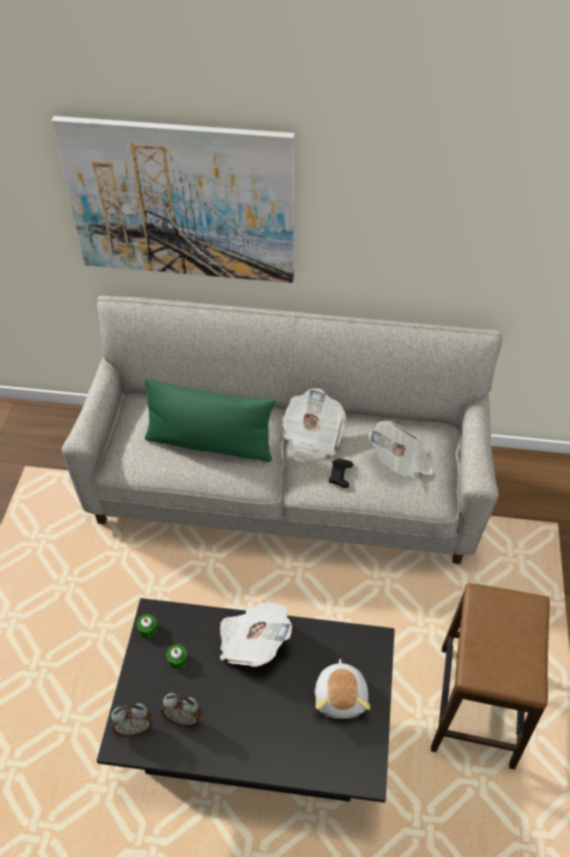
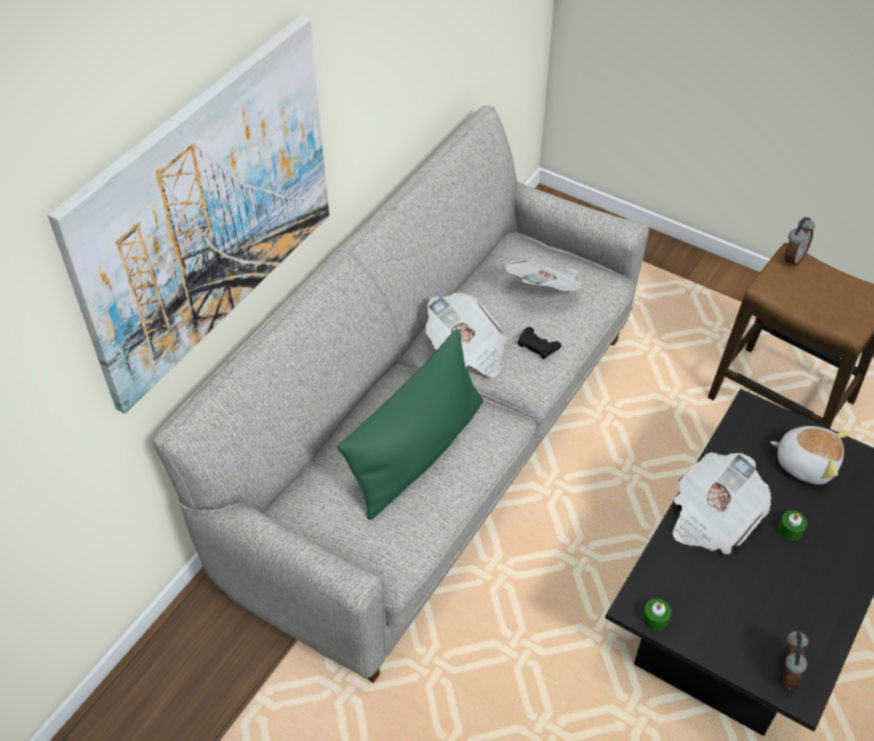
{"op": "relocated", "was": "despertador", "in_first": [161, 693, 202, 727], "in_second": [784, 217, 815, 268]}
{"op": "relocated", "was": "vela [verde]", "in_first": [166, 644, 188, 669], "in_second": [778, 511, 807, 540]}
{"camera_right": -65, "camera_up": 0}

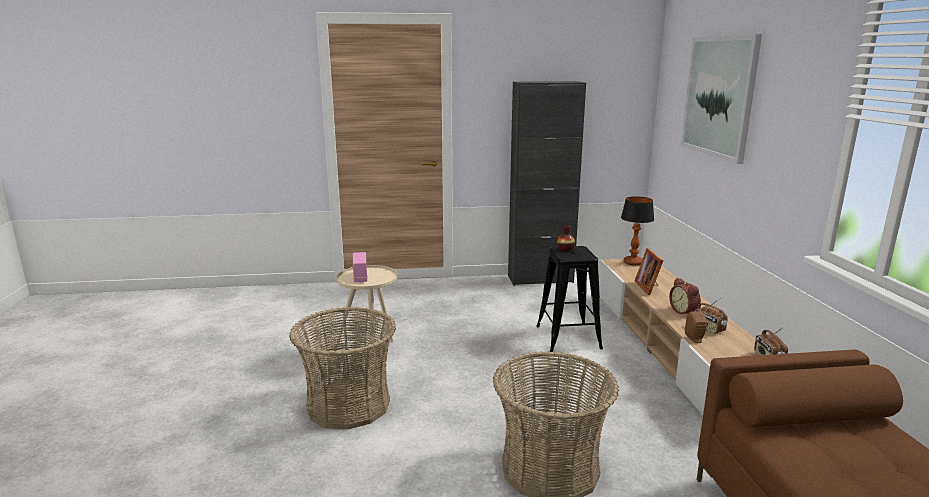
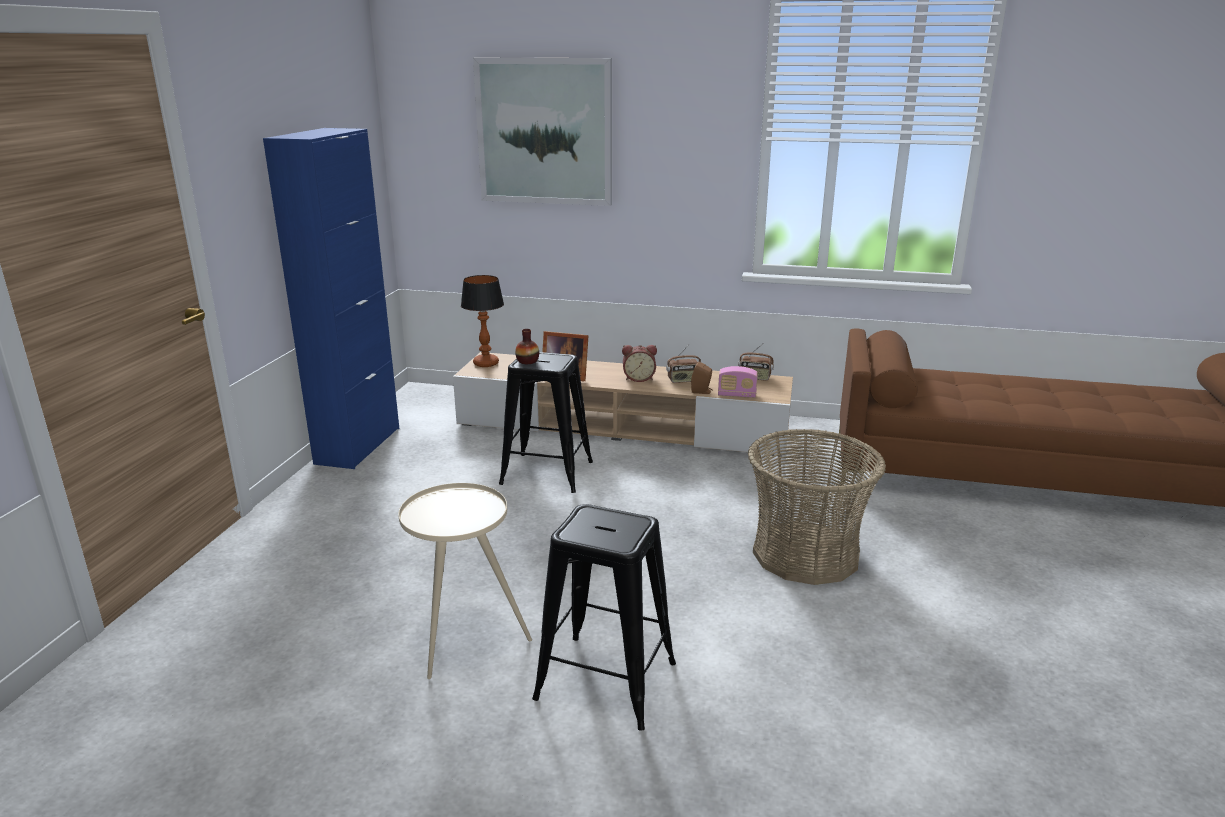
{"op": "relocated", "was": "radio", "in_first": [353, 252, 367, 283], "in_second": [718, 366, 758, 398]}
{"op": "exchanged", "was": "cesta", "now": "taburete [negro]", "in_first": [289, 307, 396, 429], "in_second": [532, 504, 676, 731]}
{"op": "colour", "was": "armario [negro]", "now": "armario [azul]", "in_first": [508, 81, 586, 286], "in_second": [263, 128, 399, 469]}
{"camera_right": -70, "camera_up": 5}

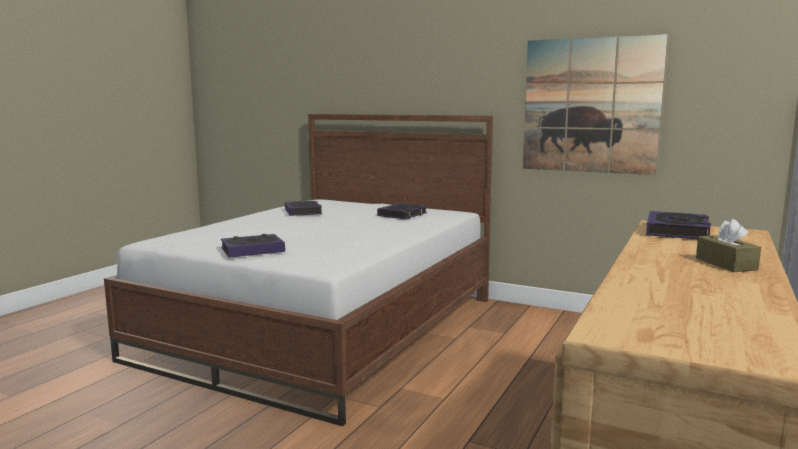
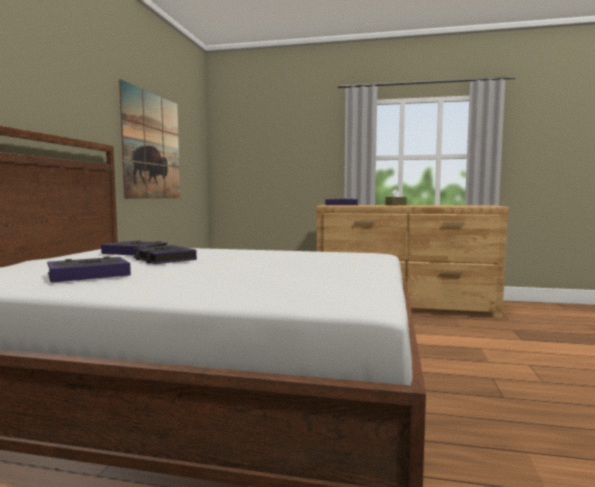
{"op": "relocated", "was": "libro", "in_first": [221, 234, 285, 258], "in_second": [133, 245, 197, 264]}
{"camera_right": -105, "camera_up": -5}

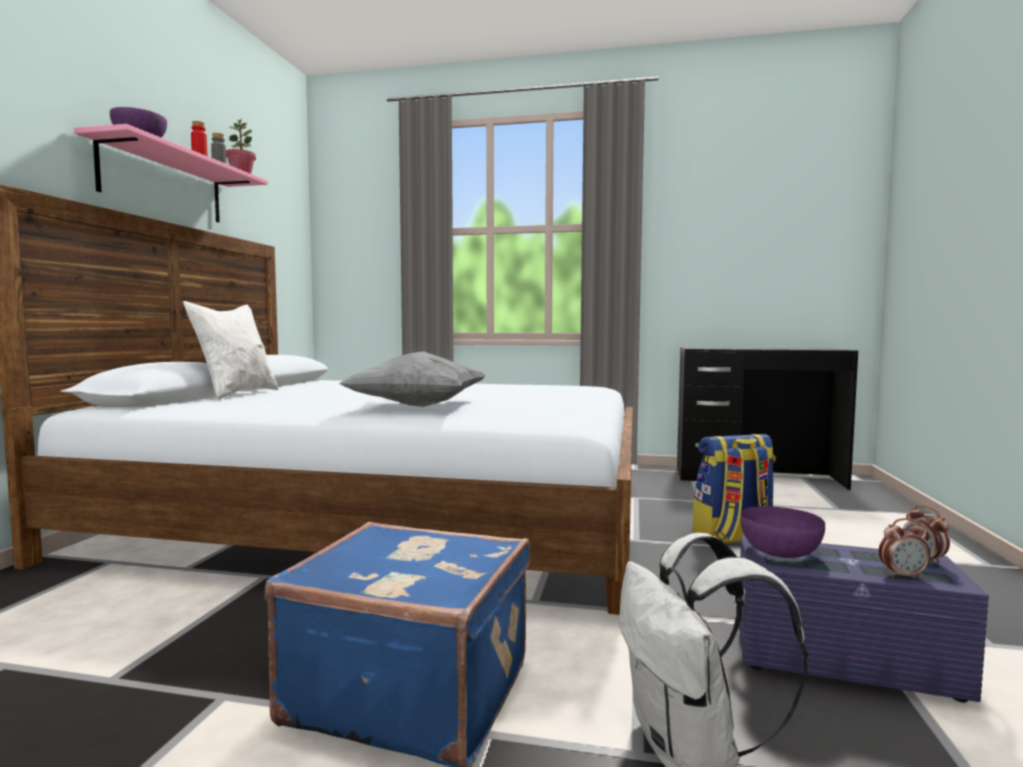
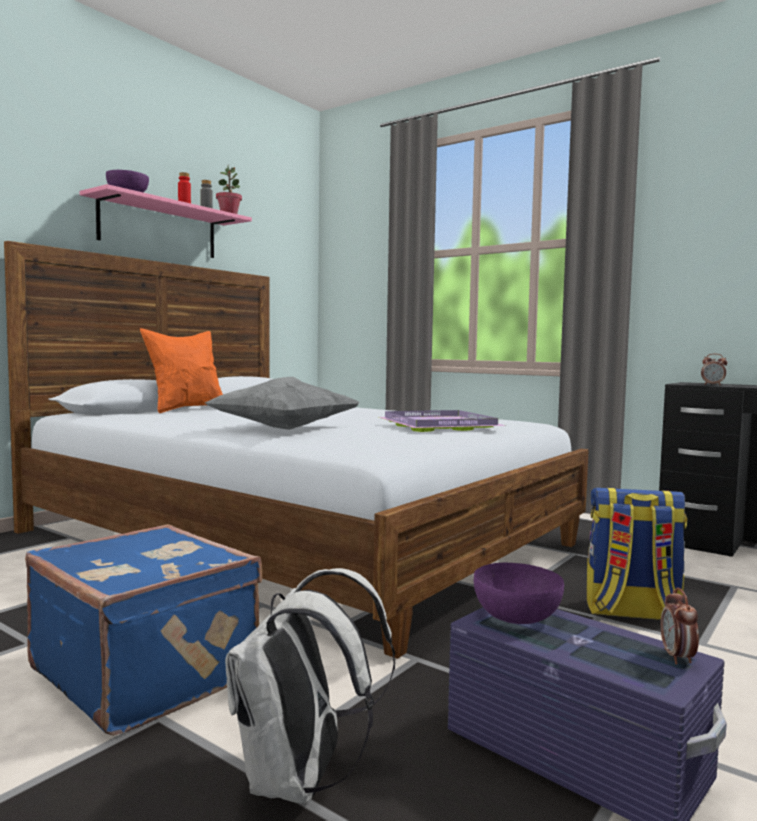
{"op": "appeared", "now": "bandeja [morado]", "in_second": [379, 410, 506, 432]}
{"op": "relocated", "was": "despertador", "in_first": [879, 518, 930, 578], "in_second": [701, 354, 727, 386]}
{"op": "colour", "was": "cojín [blanco]", "now": "cojín [naranja]", "in_first": [183, 301, 278, 400], "in_second": [140, 328, 223, 413]}
{"camera_right": 25, "camera_up": 0}

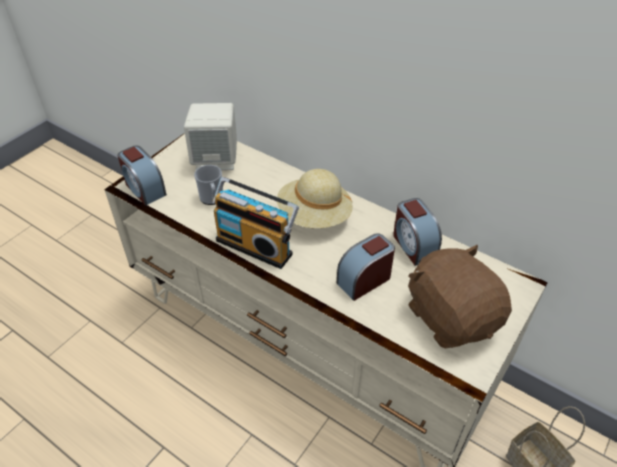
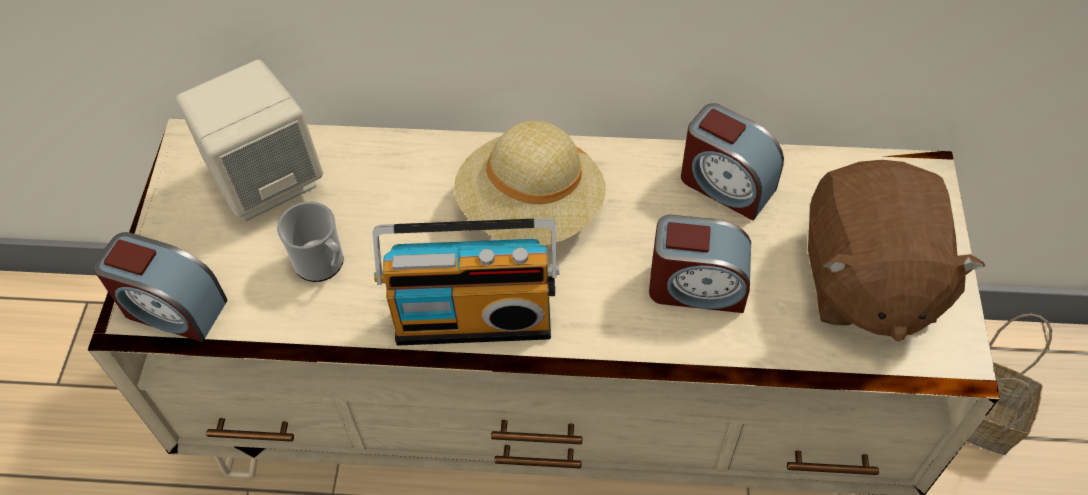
{"op": "spun", "was": "despertador", "in_first": [337, 233, 395, 301], "in_second": [649, 215, 751, 313], "clockwise": -105}
{"op": "spun", "was": "peluche [marrón]", "in_first": [408, 245, 512, 348], "in_second": [808, 160, 985, 341], "clockwise": -120}
{"camera_right": -30, "camera_up": 10}

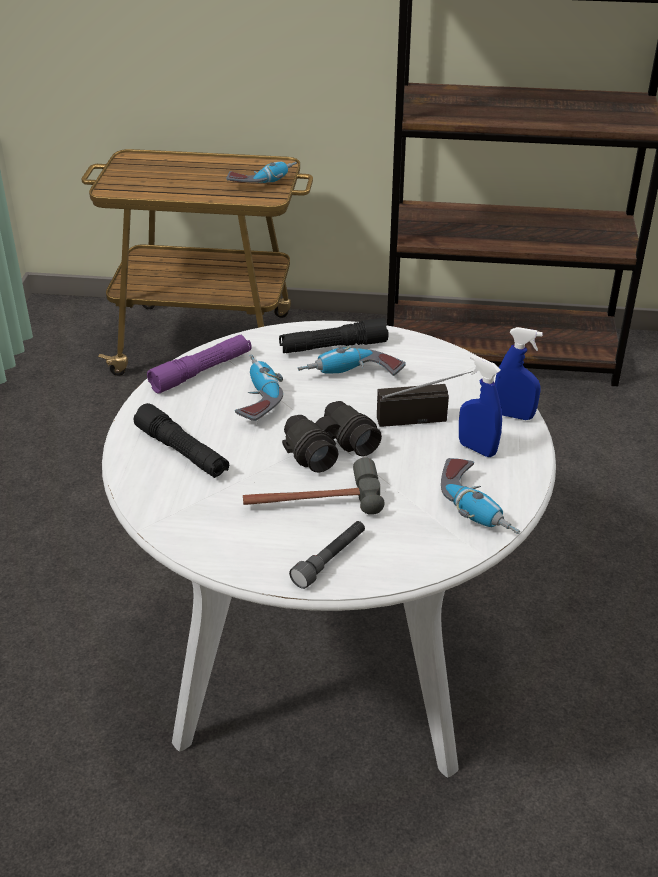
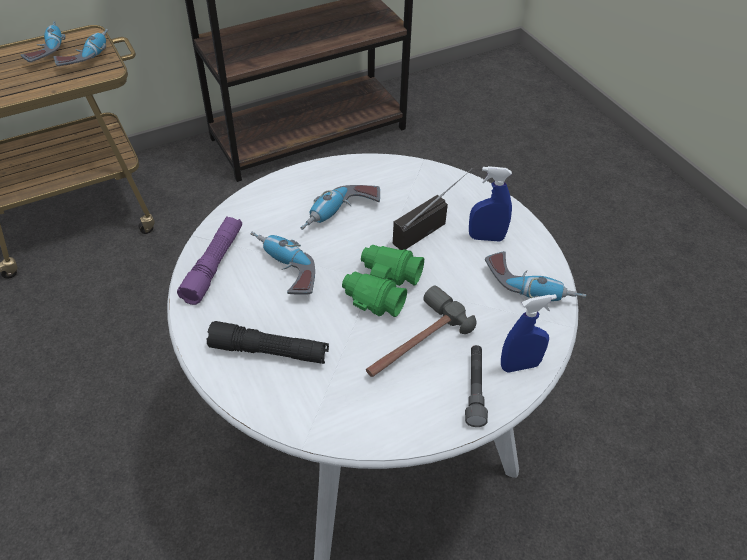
{"op": "missing", "was": "linterna [negro]", "in_first": [279, 318, 388, 353]}
{"op": "appeared", "now": "taladro", "in_second": [21, 21, 66, 62]}
{"op": "relocated", "was": "pulverizador [azul]", "in_first": [495, 327, 543, 420], "in_second": [501, 294, 557, 372]}
{"op": "colour", "was": "prismáticos [negro]", "now": "prismáticos [verde]", "in_first": [282, 401, 382, 472], "in_second": [342, 245, 424, 317]}
{"camera_right": -35, "camera_up": 10}

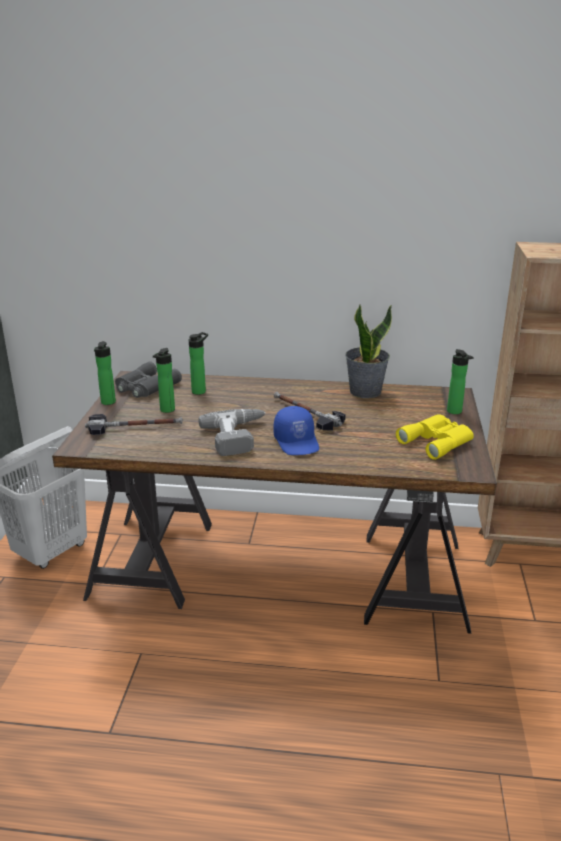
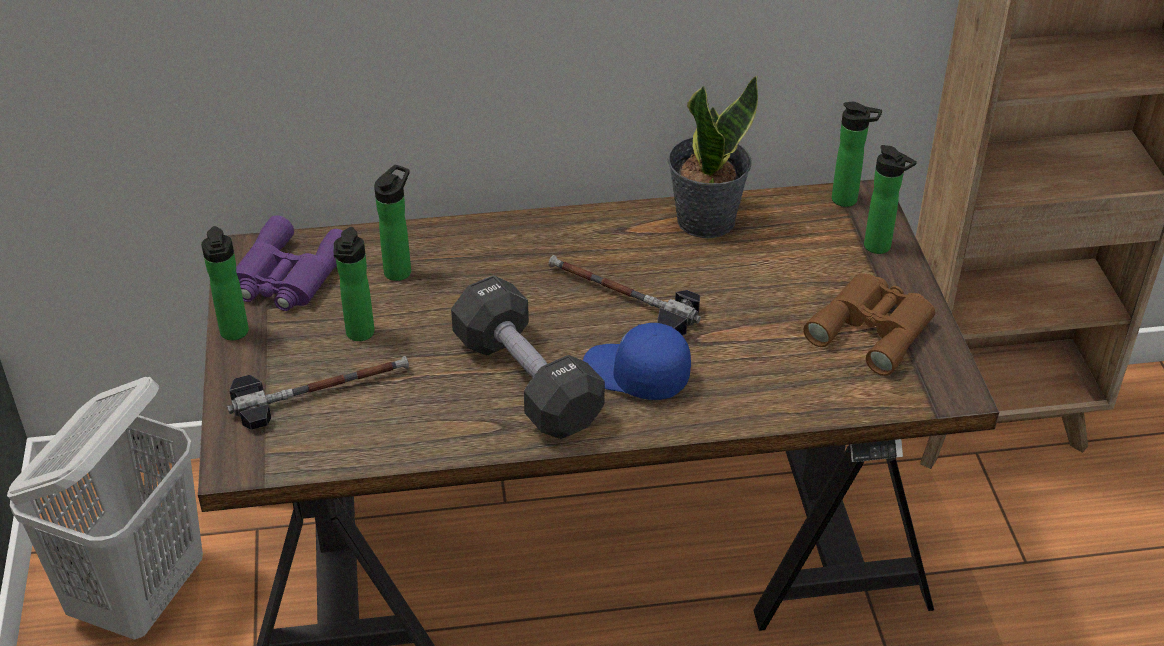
{"op": "appeared", "now": "botella", "in_second": [832, 102, 882, 207]}
{"op": "exchanged", "was": "taladro", "now": "mancuerna [negro]", "in_first": [198, 409, 266, 456], "in_second": [451, 275, 605, 439]}
{"op": "colour", "was": "prismáticos [gris]", "now": "prismáticos [morado]", "in_first": [115, 361, 182, 398], "in_second": [236, 215, 343, 311]}
{"op": "colour", "was": "prismáticos [amarillo]", "now": "prismáticos [marrón]", "in_first": [396, 414, 474, 460], "in_second": [803, 274, 935, 376]}
{"op": "spun", "was": "gorra [azul]", "in_first": [273, 406, 319, 455], "in_second": [583, 323, 691, 400], "clockwise": 150}
{"camera_right": -15, "camera_up": 15}

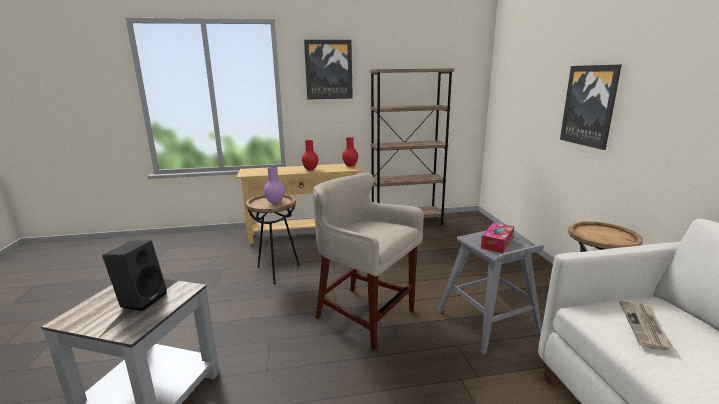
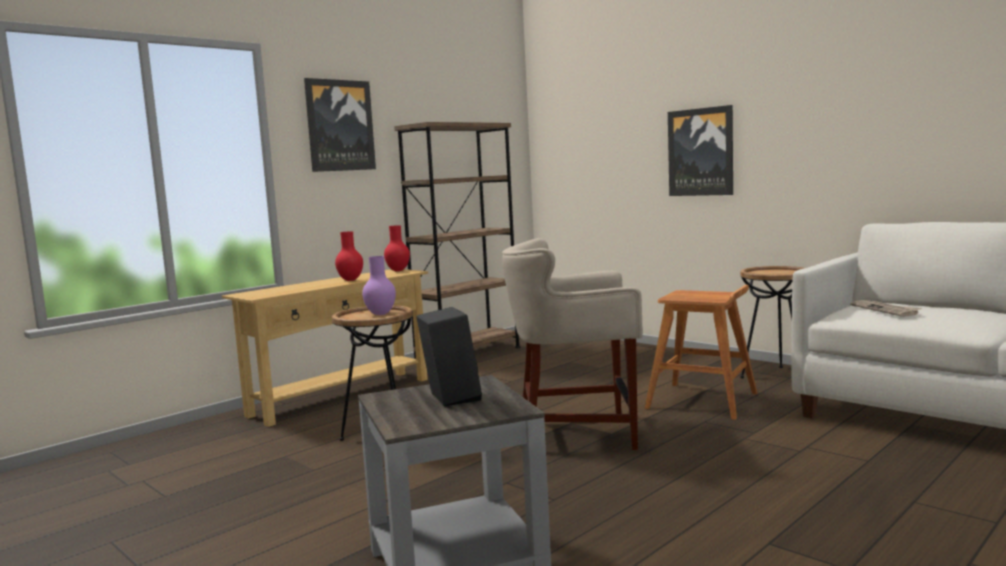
{"op": "missing", "was": "caja de pañuelos", "in_first": [481, 222, 514, 253]}
{"op": "colour", "was": "taburete [gris]", "now": "taburete [marrón]", "in_first": [437, 231, 544, 355], "in_second": [645, 285, 757, 420]}
{"camera_right": -35, "camera_up": -10}

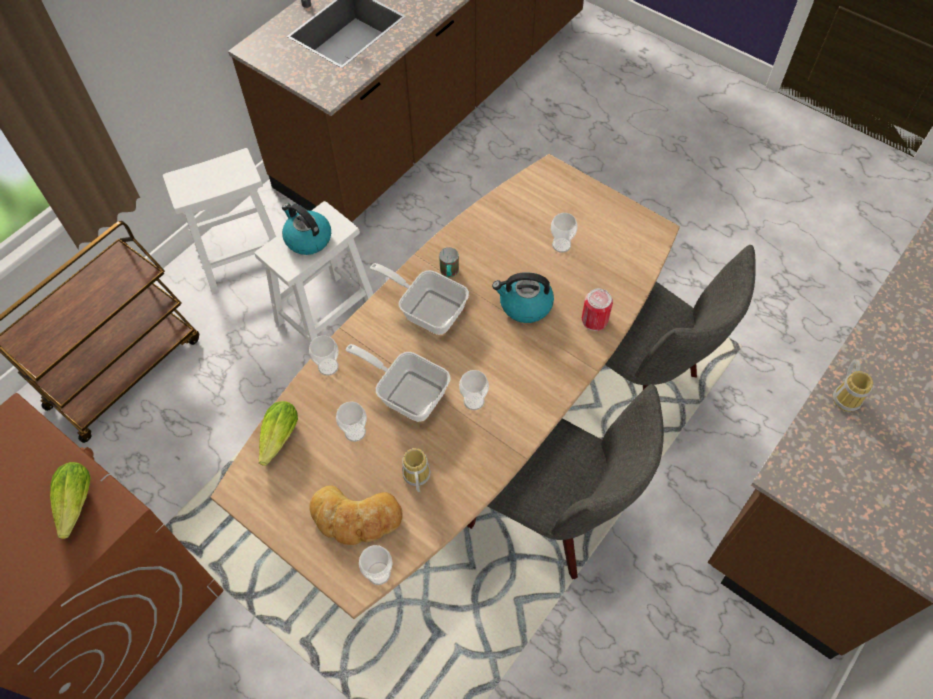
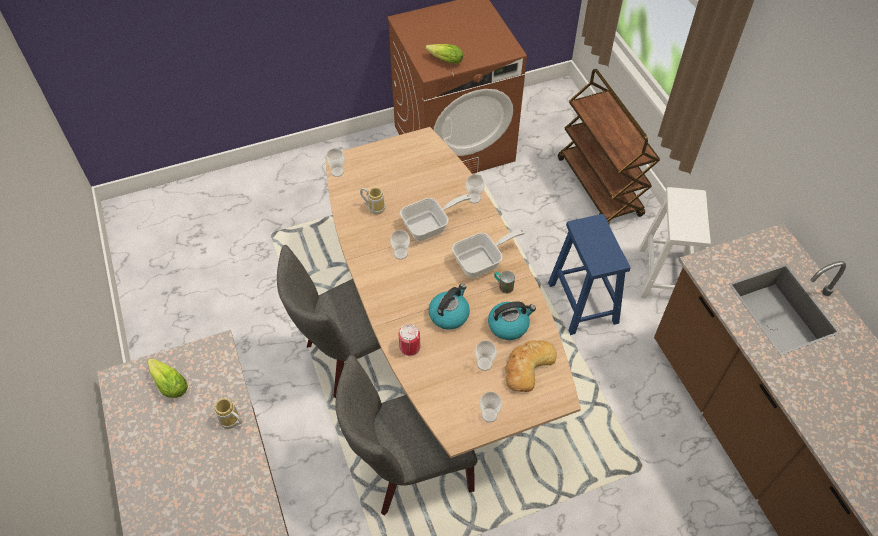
{"op": "relocated", "was": "lechuga", "in_first": [259, 401, 298, 466], "in_second": [147, 358, 188, 398]}
{"op": "relocated", "was": "hervidor", "in_first": [282, 203, 331, 255], "in_second": [488, 301, 536, 340]}
{"op": "relocated", "was": "pan", "in_first": [309, 486, 403, 545], "in_second": [505, 340, 557, 392]}
{"op": "relocated", "was": "taza", "in_first": [336, 401, 367, 442], "in_second": [479, 392, 502, 423]}
{"op": "colour", "was": "taburete [blanco]", "now": "taburete [azul]", "in_first": [254, 201, 373, 345], "in_second": [548, 214, 630, 335]}
{"camera_right": 120, "camera_up": -5}

